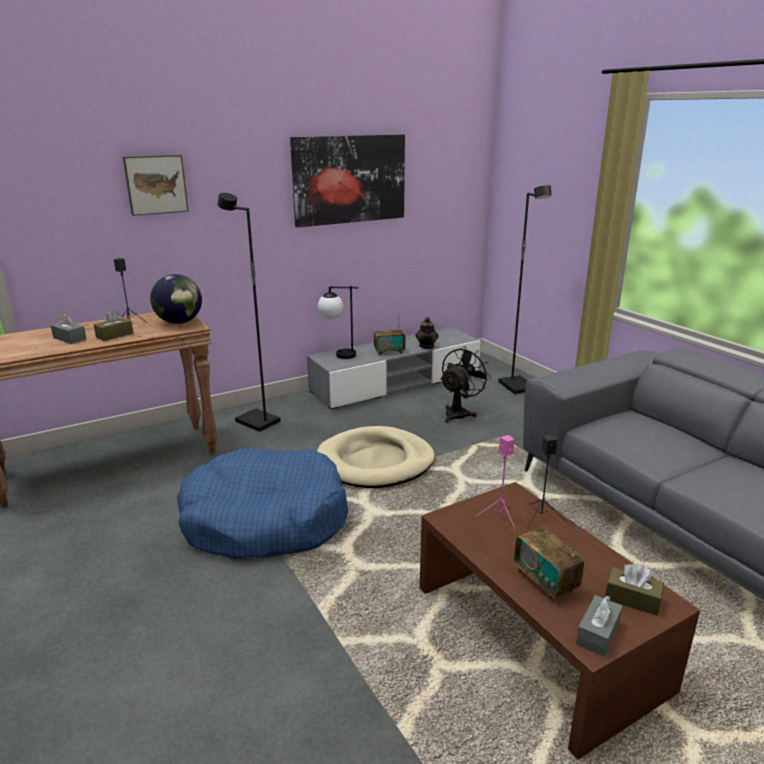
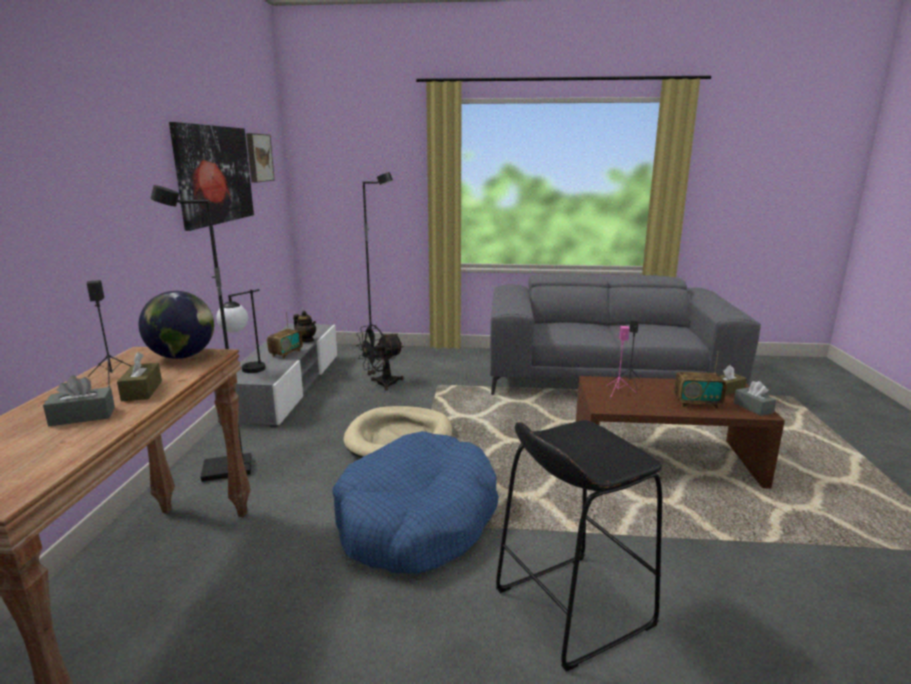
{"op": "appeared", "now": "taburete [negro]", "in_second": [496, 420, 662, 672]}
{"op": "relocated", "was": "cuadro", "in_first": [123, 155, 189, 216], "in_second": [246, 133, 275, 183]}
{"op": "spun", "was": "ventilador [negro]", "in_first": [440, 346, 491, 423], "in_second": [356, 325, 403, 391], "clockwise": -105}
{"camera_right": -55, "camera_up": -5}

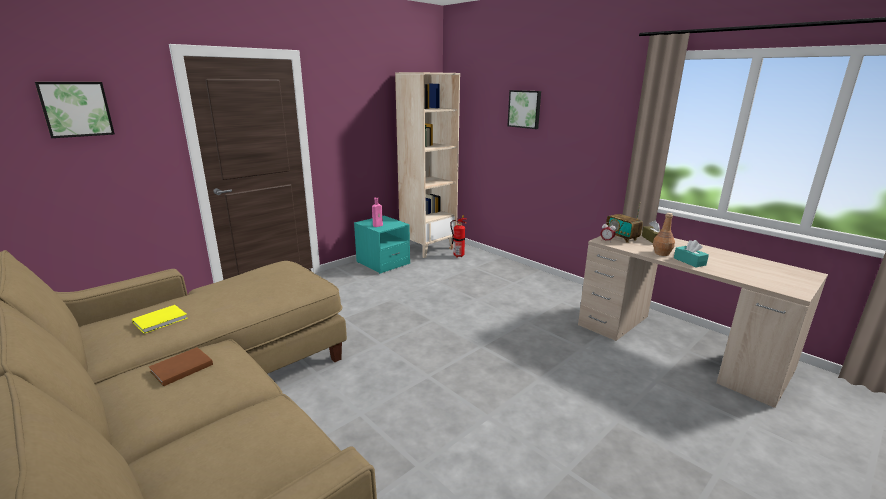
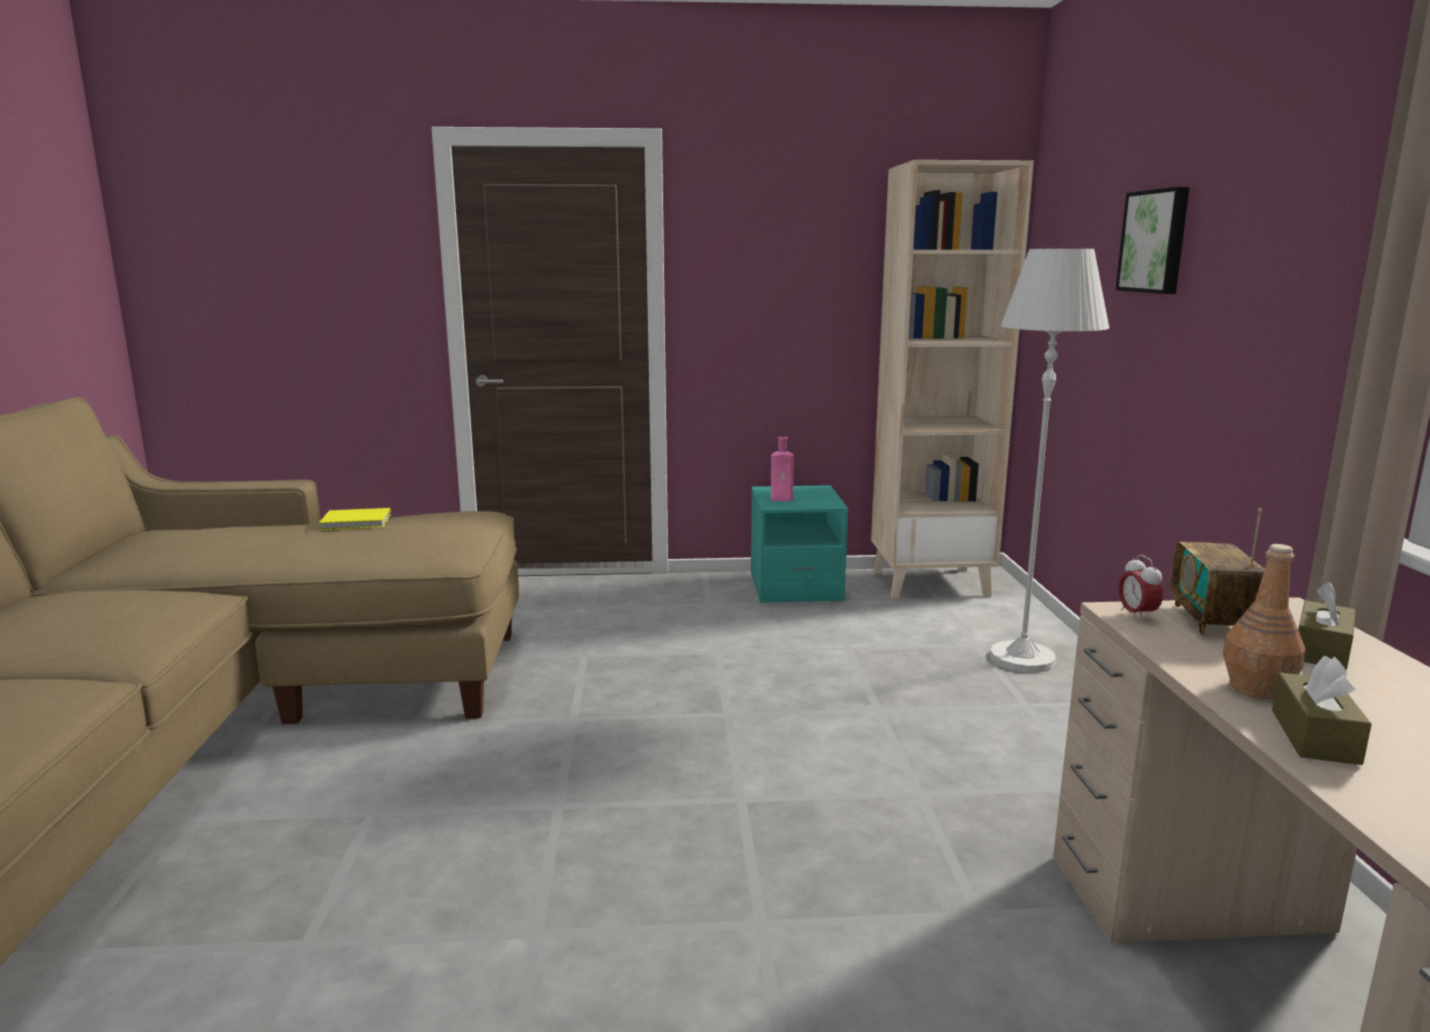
{"op": "missing", "was": "cuadro", "in_first": [35, 82, 115, 138]}
{"op": "missing", "was": "libro [marrón]", "in_first": [149, 347, 213, 386]}
{"op": "missing", "was": "extintor", "in_first": [449, 215, 467, 258]}
{"op": "appeared", "now": "lámpara de pie [blanco]", "in_second": [990, 249, 1109, 673]}
{"op": "relocated", "was": "libro [amarillo]", "in_first": [132, 305, 188, 334], "in_second": [319, 508, 391, 530]}
{"op": "colour", "was": "caja de pañuelos [turquesa]", "now": "caja de pañuelos [marrón]", "in_first": [674, 240, 709, 267], "in_second": [1272, 656, 1372, 765]}
{"camera_right": 40, "camera_up": -5}

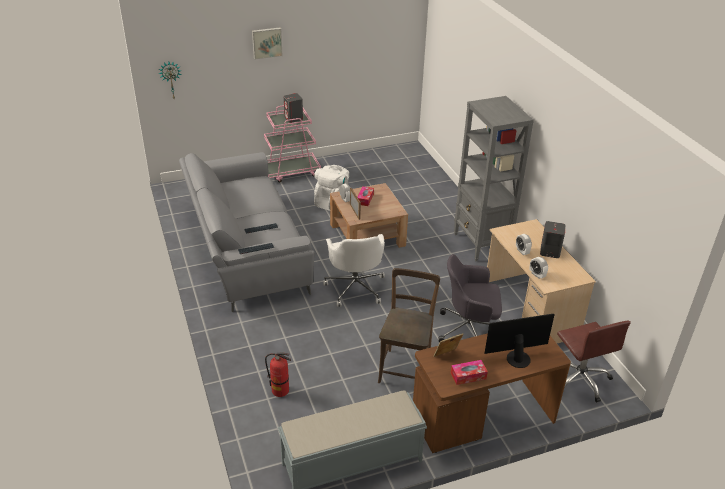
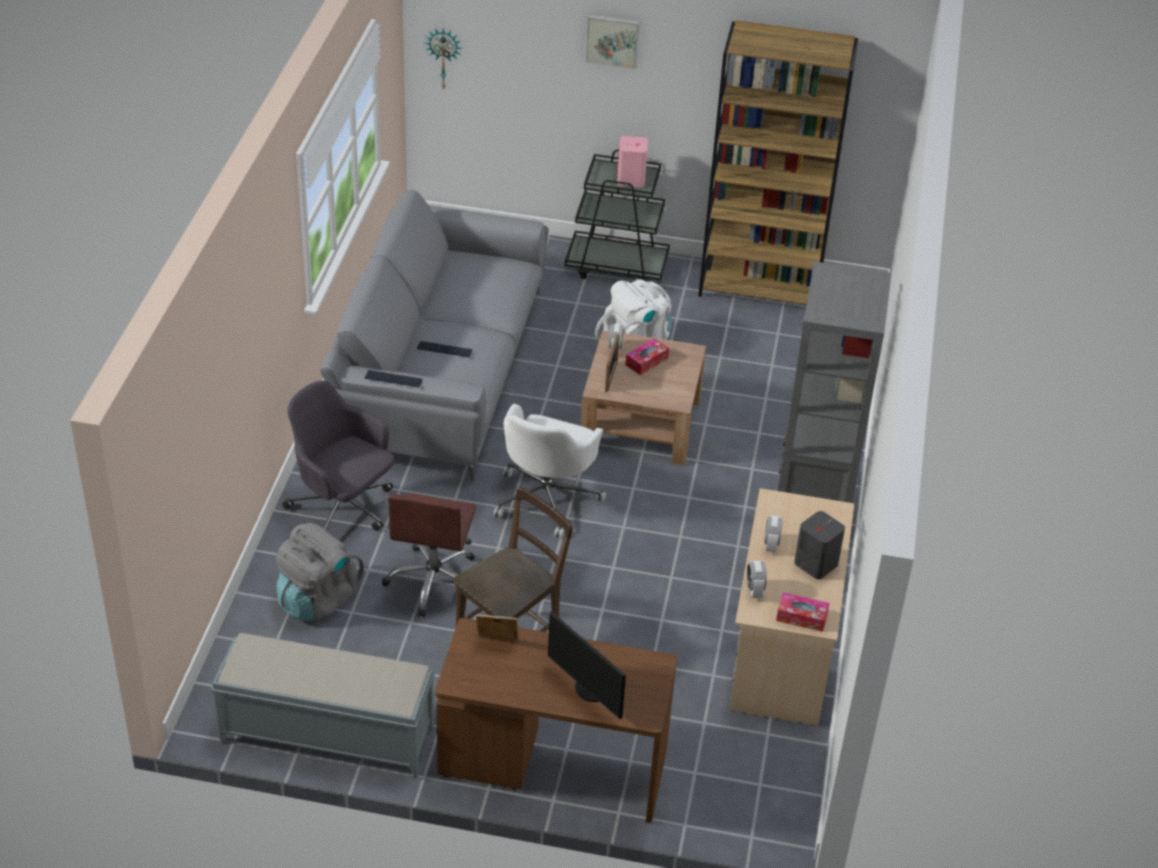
{"op": "appeared", "now": "estantería [marrón]", "in_second": [698, 20, 858, 305]}
{"op": "relocated", "was": "silla de oficina [gris]", "in_first": [439, 254, 502, 342], "in_second": [282, 380, 395, 531]}
{"op": "relocated", "was": "caja de pañuelos", "in_first": [451, 360, 488, 385], "in_second": [776, 592, 830, 632]}
{"op": "relocated", "was": "silla de oficina [marrón]", "in_first": [557, 321, 631, 402], "in_second": [382, 493, 476, 617]}
{"op": "exchanged", "was": "extintor", "now": "mochila [gris]", "in_first": [265, 353, 291, 397], "in_second": [276, 523, 364, 621]}
{"op": "colour", "was": "carrito [rosa]", "now": "carrito [negro]", "in_first": [264, 105, 321, 183], "in_second": [565, 149, 670, 282]}
{"op": "colour", "was": "altavoz [gris]", "now": "altavoz [rosa]", "in_first": [284, 93, 303, 123], "in_second": [617, 136, 648, 187]}
{"op": "spun", "was": "monitor", "in_first": [484, 314, 555, 368], "in_second": [548, 611, 626, 719], "clockwise": -150}
{"camera_right": 30, "camera_up": 5}

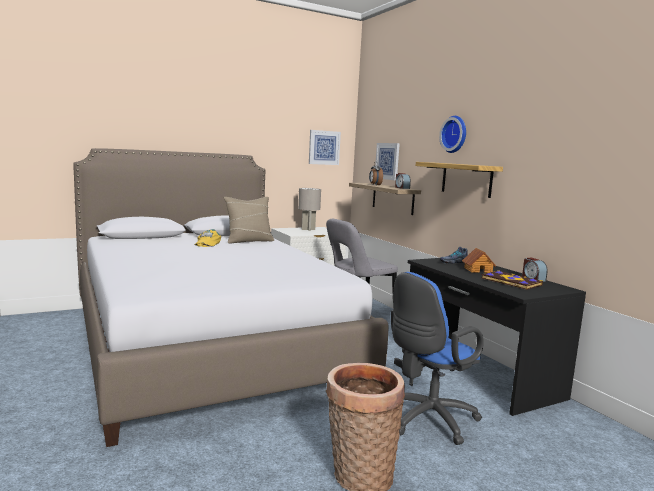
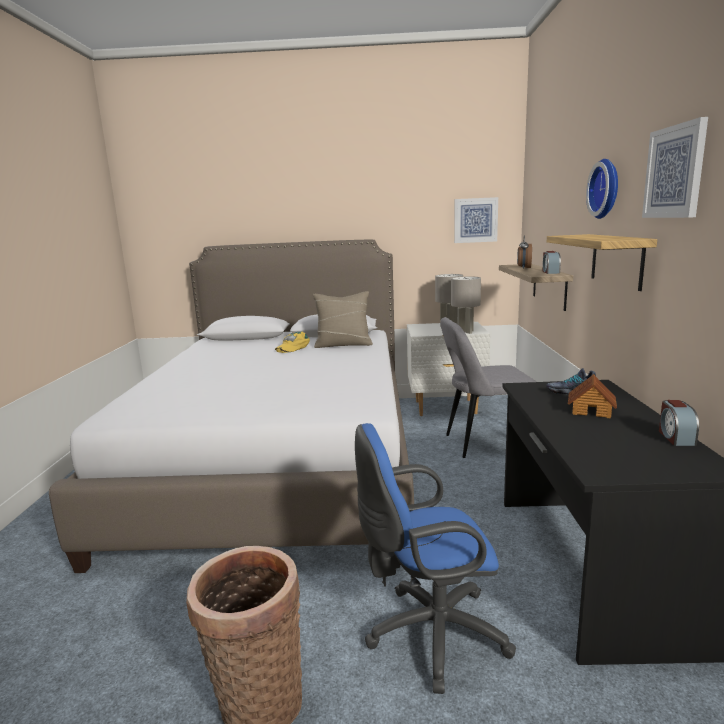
{"op": "missing", "was": "libro", "in_first": [481, 270, 543, 290]}
{"op": "appeared", "now": "lámpara de mesa [gris]", "in_second": [451, 276, 481, 334]}
{"op": "relocated", "was": "cuadro", "in_first": [375, 143, 400, 180], "in_second": [642, 117, 708, 218]}
{"camera_right": 30, "camera_up": 5}

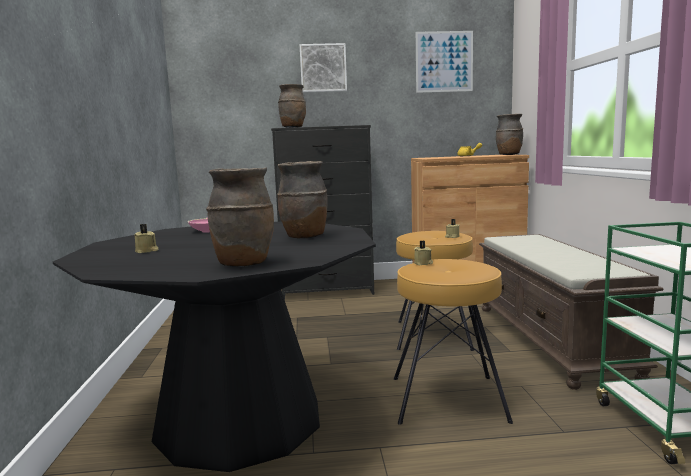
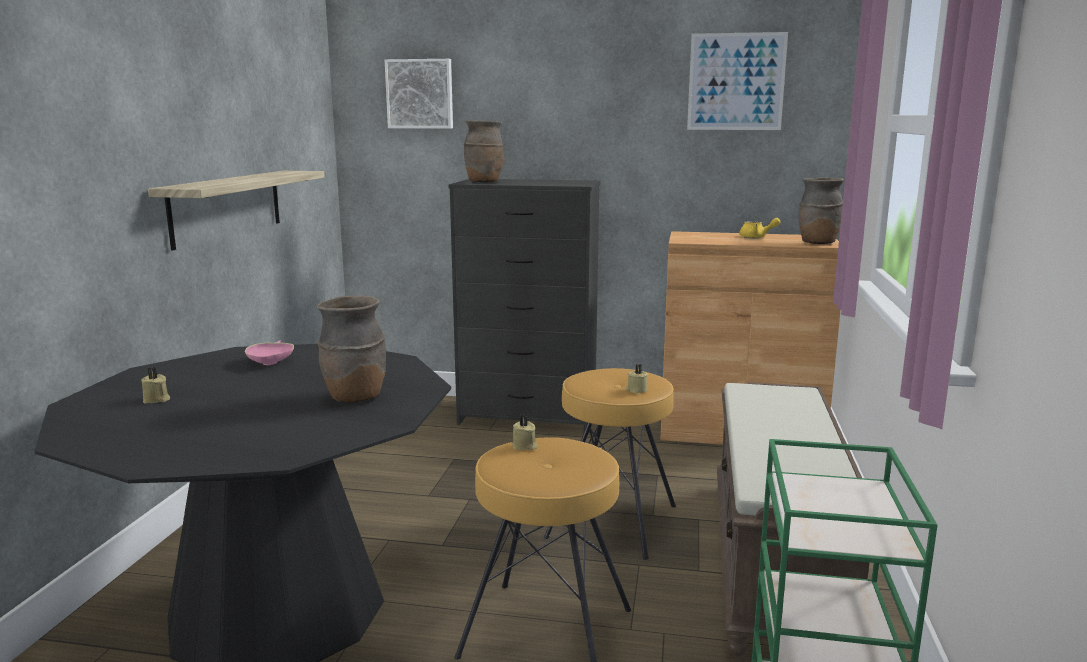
{"op": "missing", "was": "florero [marrón]", "in_first": [206, 168, 274, 267]}
{"op": "appeared", "now": "estante", "in_second": [148, 171, 325, 250]}
{"op": "relocated", "was": "cuadro", "in_first": [300, 43, 347, 92], "in_second": [385, 59, 453, 129]}
{"camera_right": 15, "camera_up": 5}

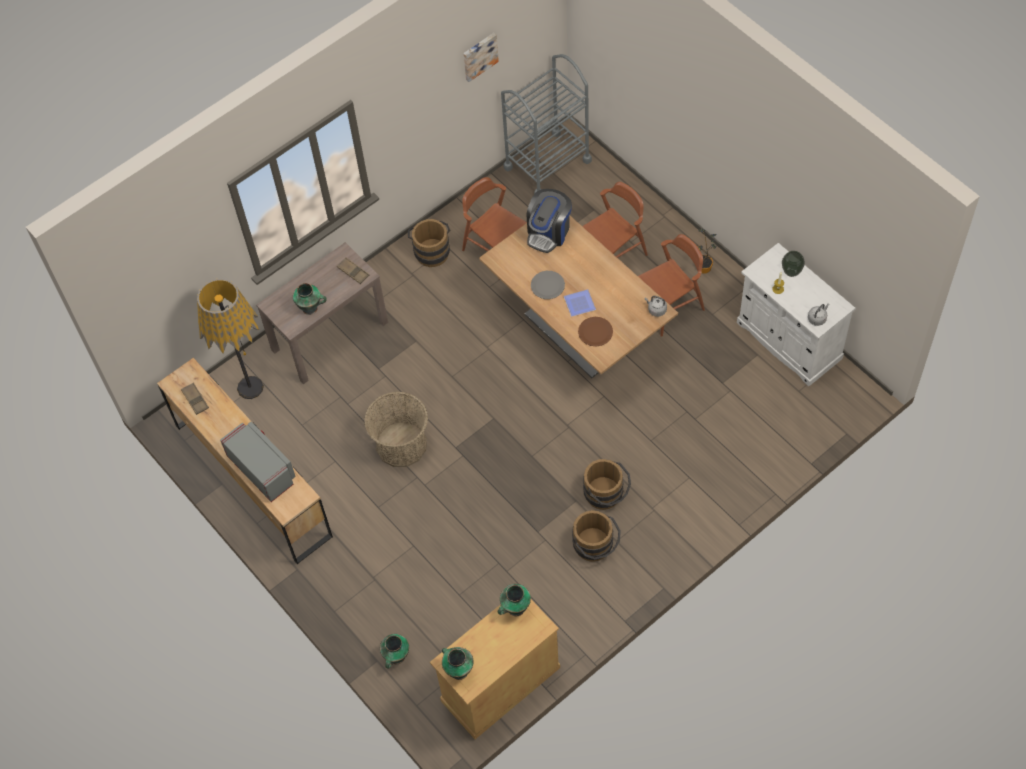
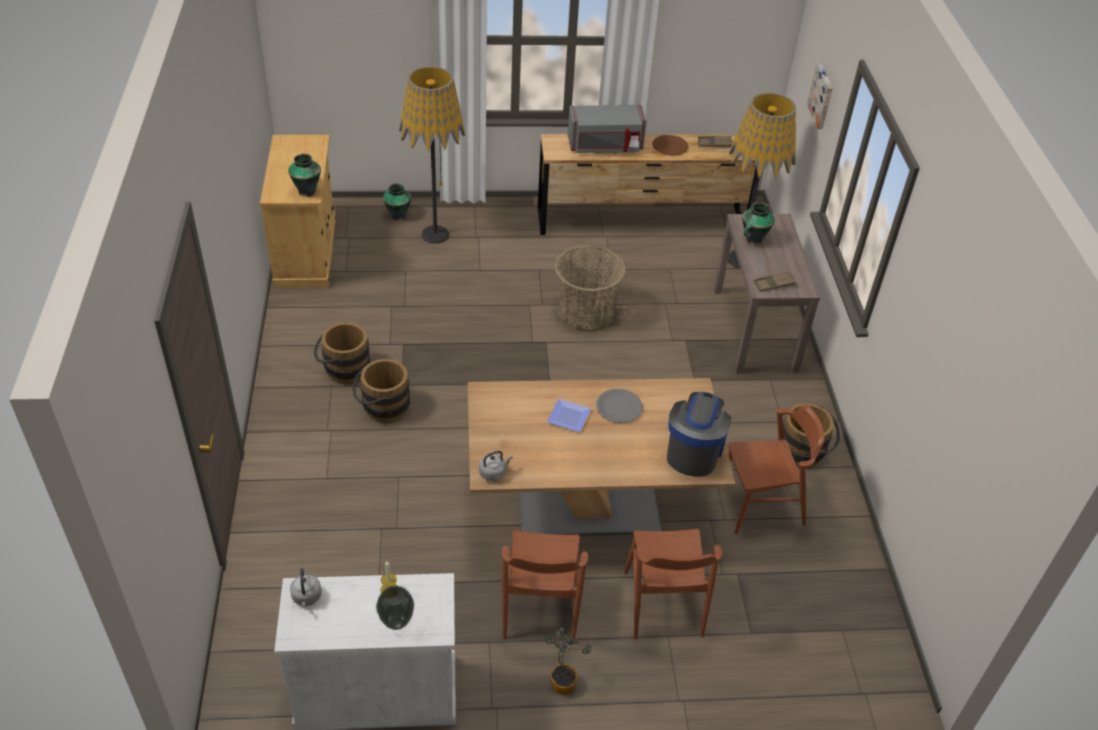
{"op": "missing", "was": "florero", "in_first": [442, 647, 474, 680]}
{"op": "missing", "was": "carrito [gris]", "in_first": [501, 54, 592, 194]}
{"op": "appeared", "now": "lámpara de pie", "in_second": [399, 66, 465, 244]}
{"op": "relocated", "was": "cuadro", "in_first": [463, 33, 499, 82], "in_second": [807, 64, 833, 129]}
{"op": "relocated", "was": "plato [marrón]", "in_first": [578, 317, 613, 346], "in_second": [652, 135, 688, 156]}
{"op": "spun", "was": "cafetera", "in_first": [527, 189, 572, 253], "in_second": [667, 392, 731, 477], "clockwise": 45}
{"camera_right": 120, "camera_up": -15}

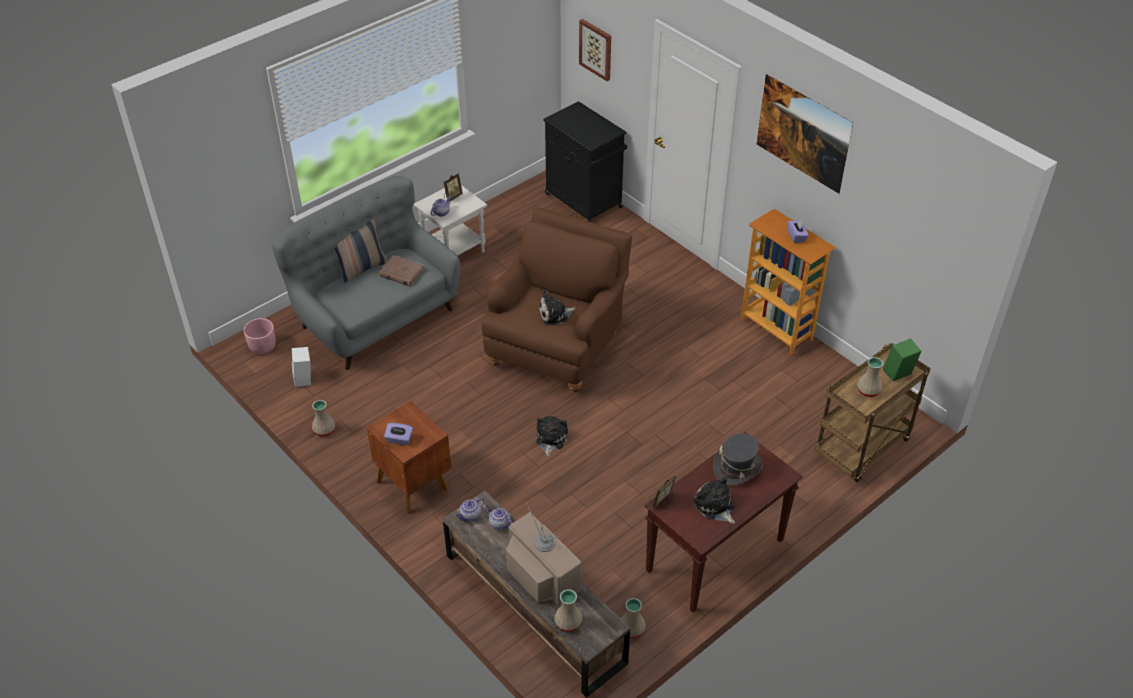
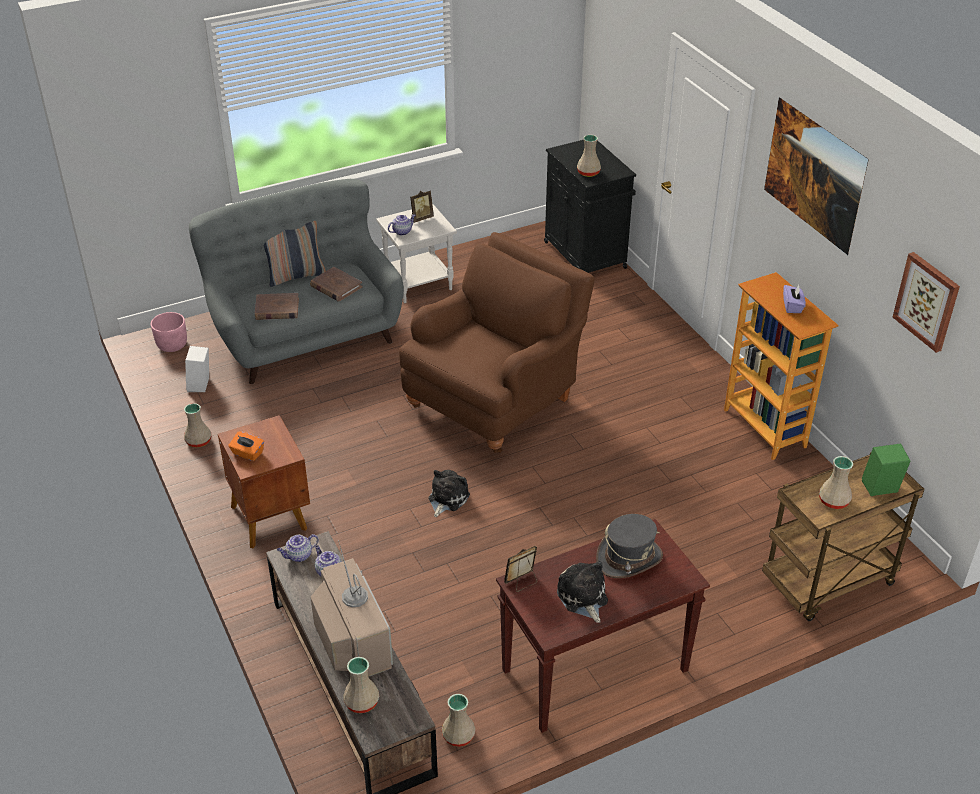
{"op": "missing", "was": "peluche", "in_first": [538, 290, 576, 326]}
{"op": "appeared", "now": "libro [marrón]", "in_second": [255, 293, 299, 320]}
{"op": "appeared", "now": "florero [beis]", "in_second": [577, 135, 601, 177]}
{"op": "relocated", "was": "cuadro", "in_first": [579, 19, 611, 81], "in_second": [893, 252, 960, 353]}
{"op": "colour", "was": "caja de pañuelos [morado]", "now": "caja de pañuelos [naranja]", "in_first": [384, 423, 413, 445], "in_second": [228, 432, 264, 461]}
{"camera_right": 15, "camera_up": -5}

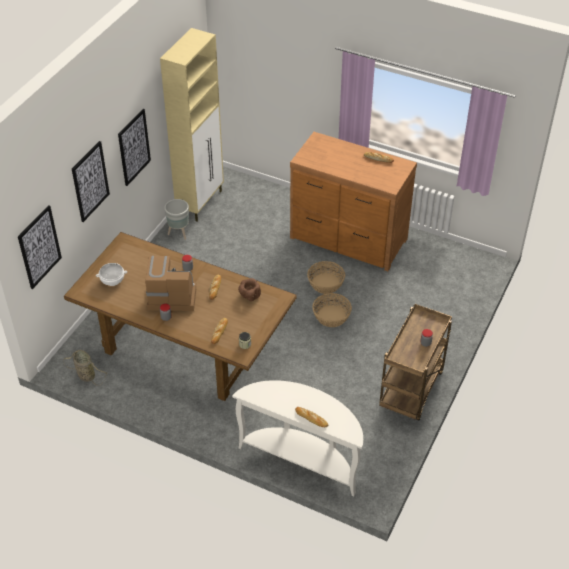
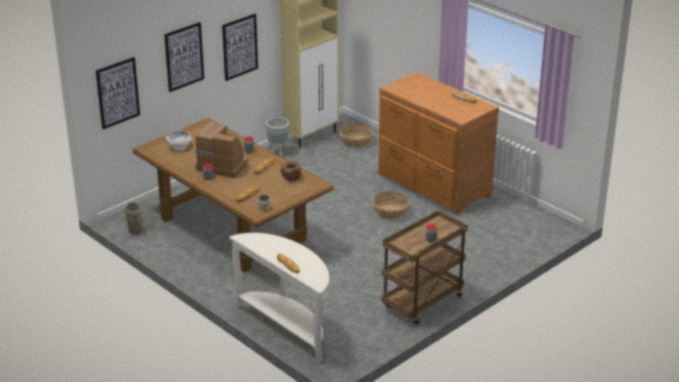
{"op": "relocated", "was": "cesta", "in_first": [312, 293, 352, 327], "in_second": [339, 123, 374, 148]}
{"camera_right": 20, "camera_up": -15}

